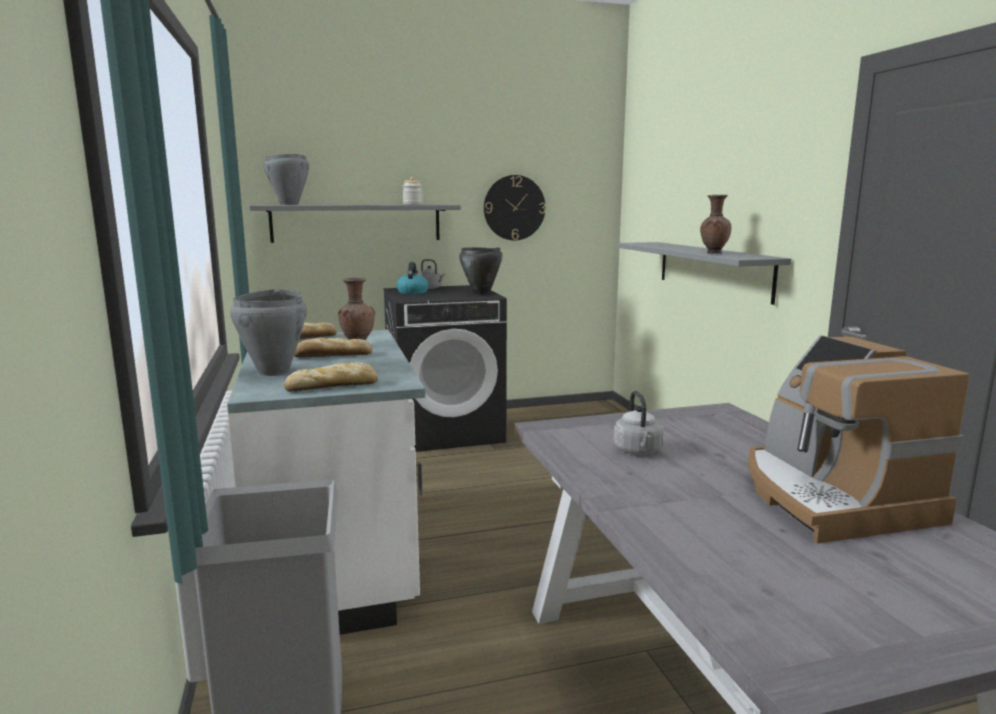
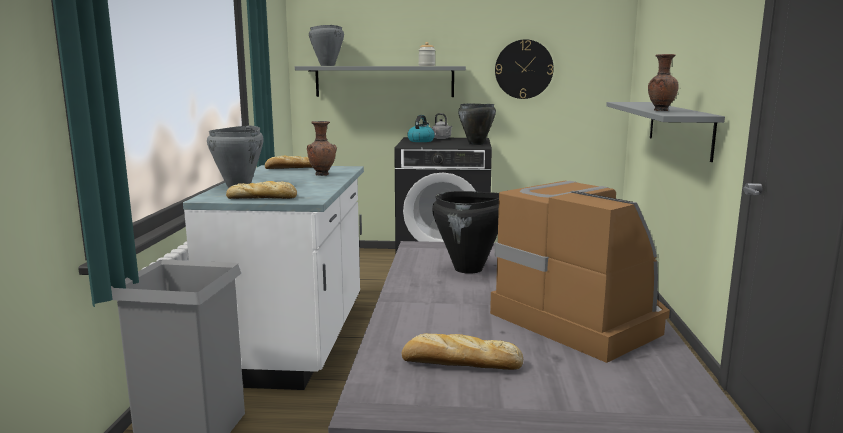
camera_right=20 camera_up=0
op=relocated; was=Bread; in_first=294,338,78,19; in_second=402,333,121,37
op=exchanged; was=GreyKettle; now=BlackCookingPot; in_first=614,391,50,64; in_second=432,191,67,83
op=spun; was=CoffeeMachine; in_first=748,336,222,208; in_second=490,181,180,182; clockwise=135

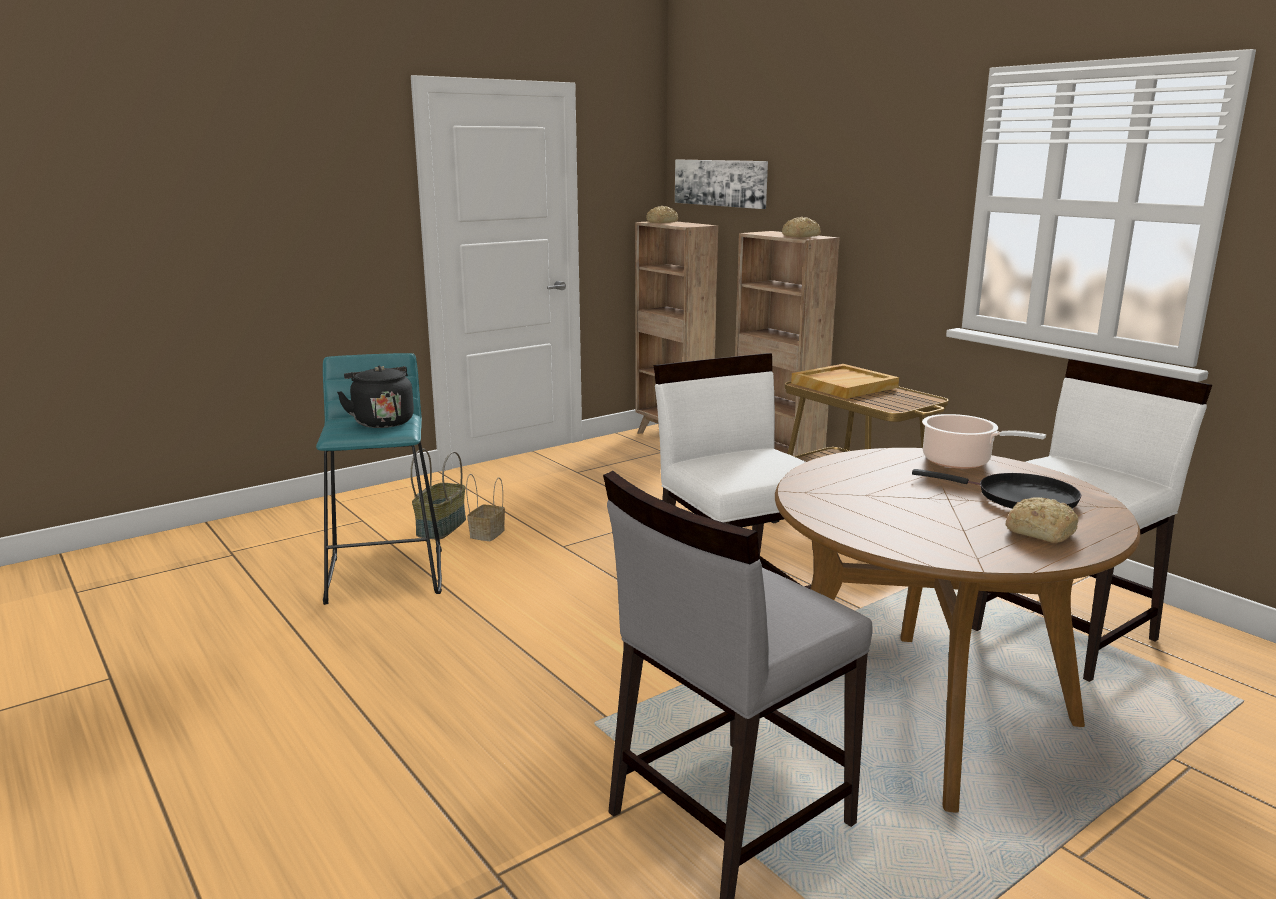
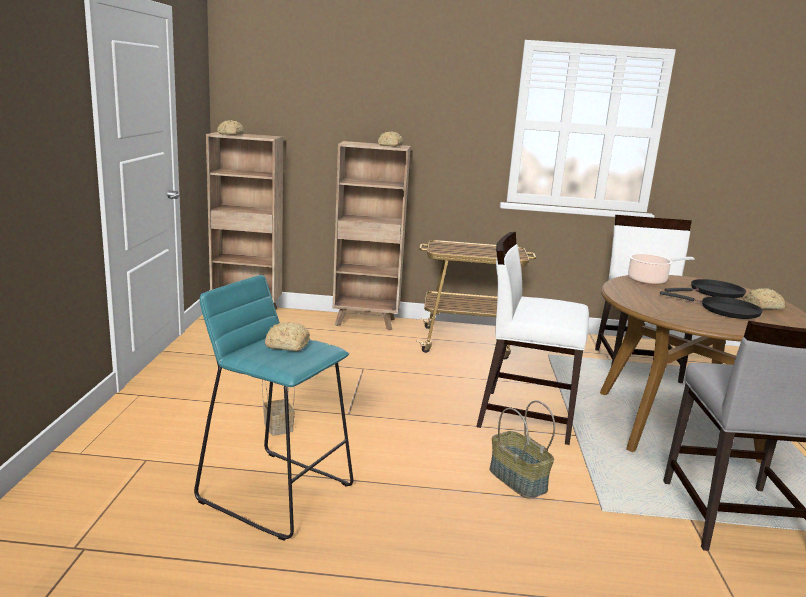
camera_right=-50 camera_up=0
op=missing; was=Picture; in_first=675,160,93,49
op=missing; was=BeigeTray; in_first=791,364,108,35
op=appeared; now=BlackFryingPan; in_second=660,291,103,28
op=relocated; was=Basket; in_first=410,448,56,91; in_second=489,401,66,97
op=exchanged; was=BlackKettle; now=Bread; in_first=337,366,77,62; in_second=265,322,45,29

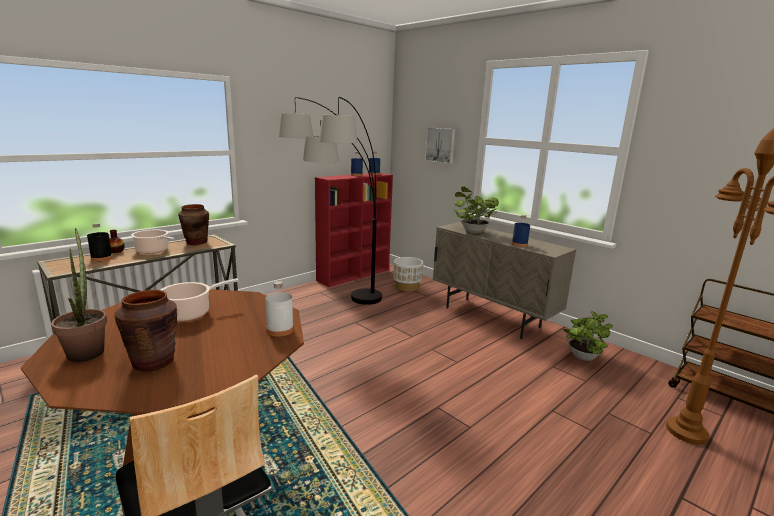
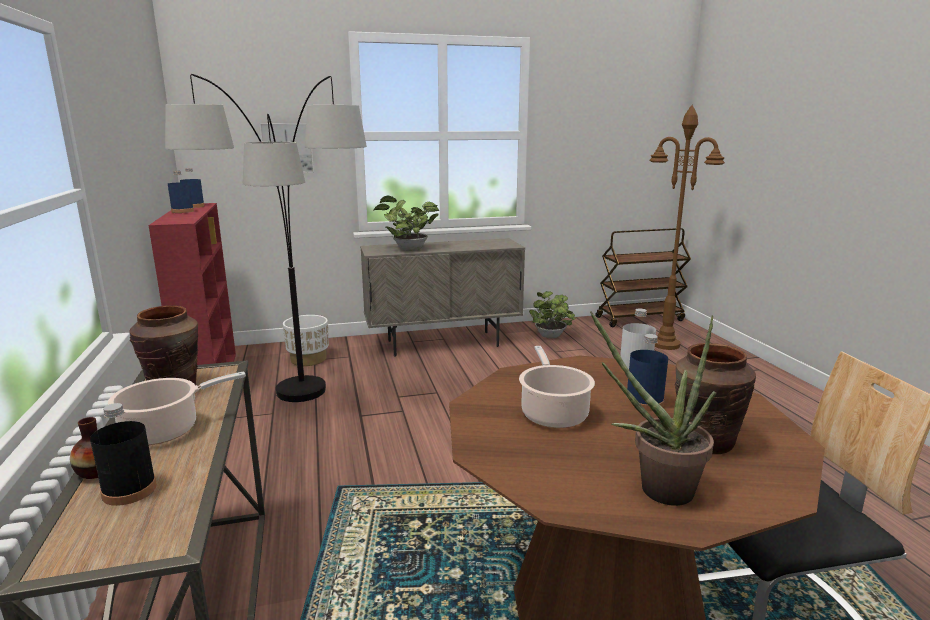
camera_right=-60 camera_up=0
op=relocated; was=BlueBottle; in_first=512,215,18,32; in_second=625,334,43,77

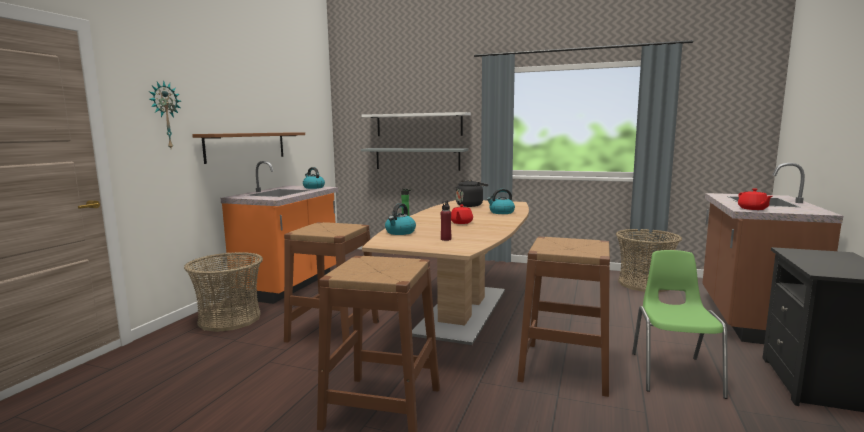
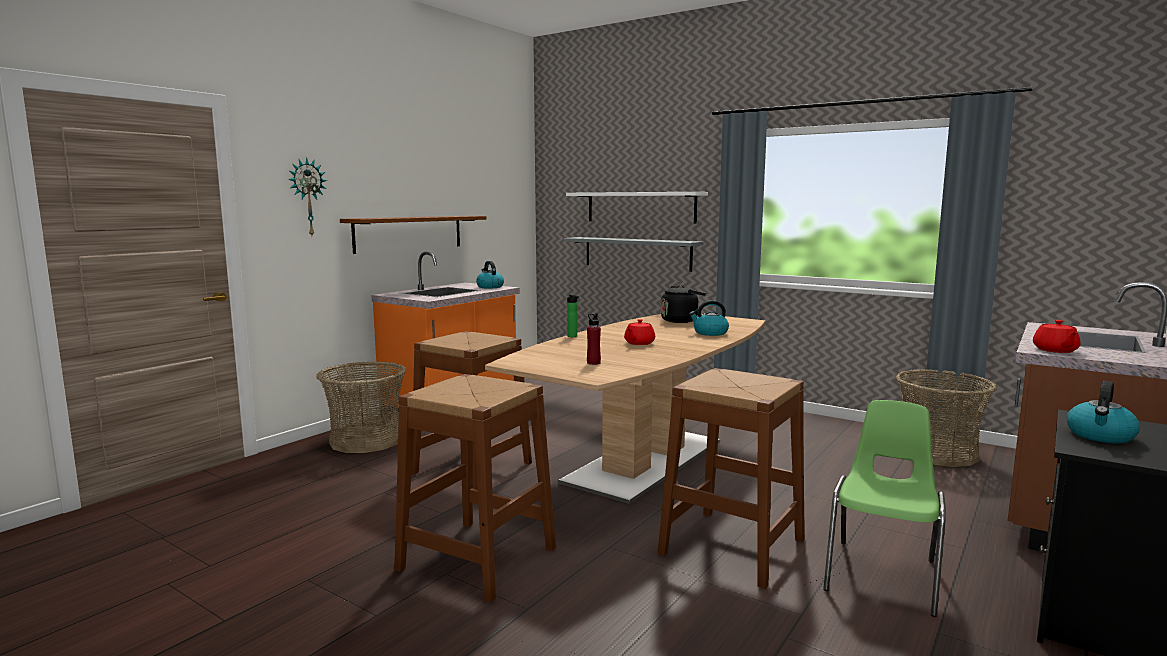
camera_right=15 camera_up=0
op=relocated; was=Kettle; in_first=385,203,31,32; in_second=1067,381,73,62

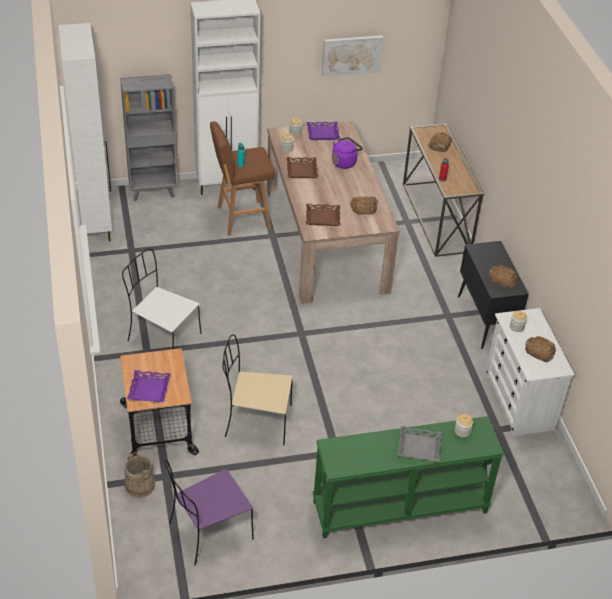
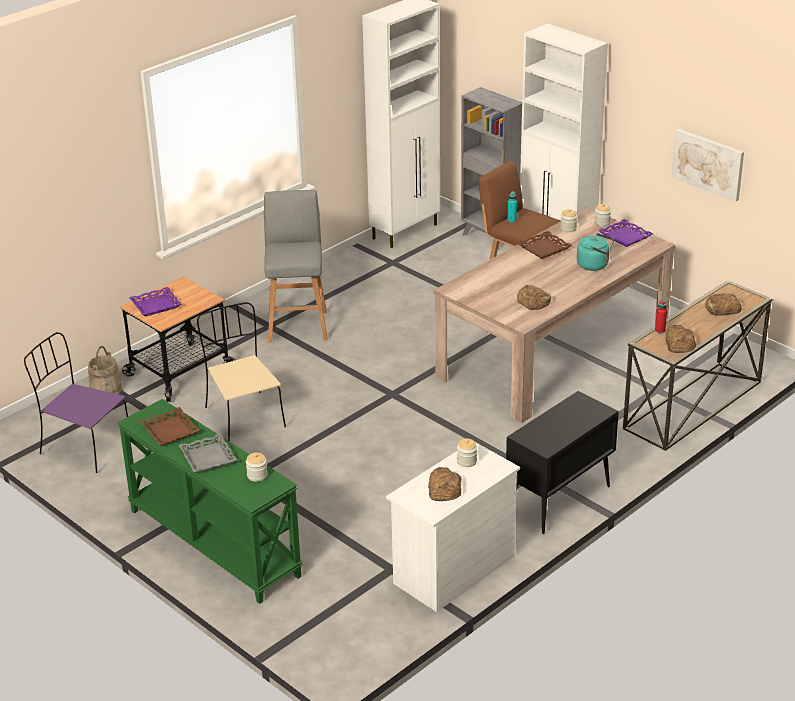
camera_right=60 camera_up=-10
op=relocated; was=BrownTray; in_first=306,204,34,22; in_second=140,407,60,39
op=relocated; was=Bread; in_first=489,265,28,24; in_second=666,325,30,28
op=exchanged; was=WhiteChair; now=GreyStool; in_first=122,248,80,101; in_second=264,190,64,153
op=colour; was=PurpleKettle; now=TurquoiseKettle; in_first=332,137,31,32; in_second=577,233,37,38

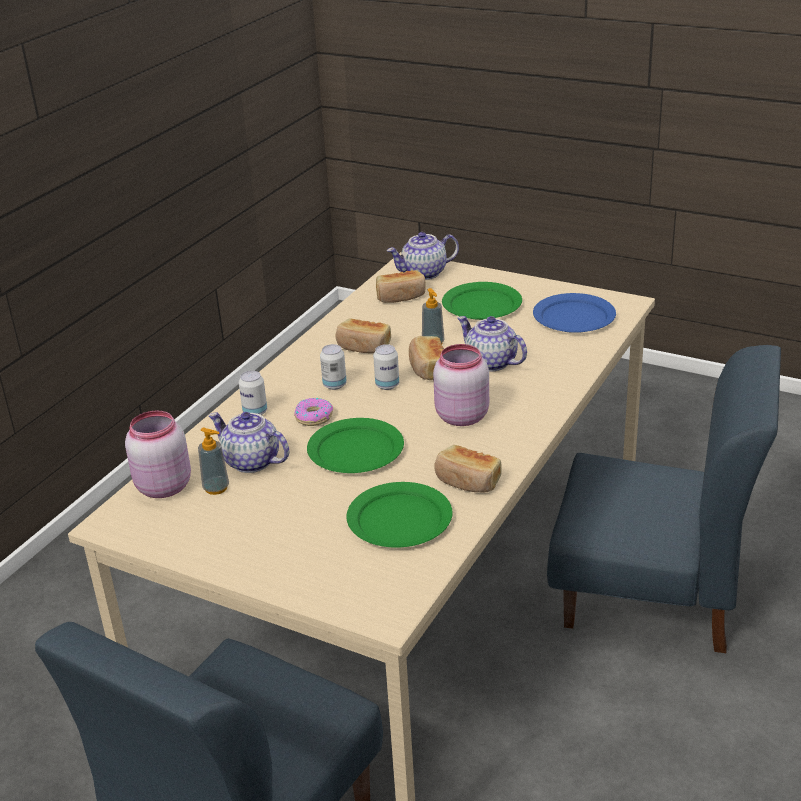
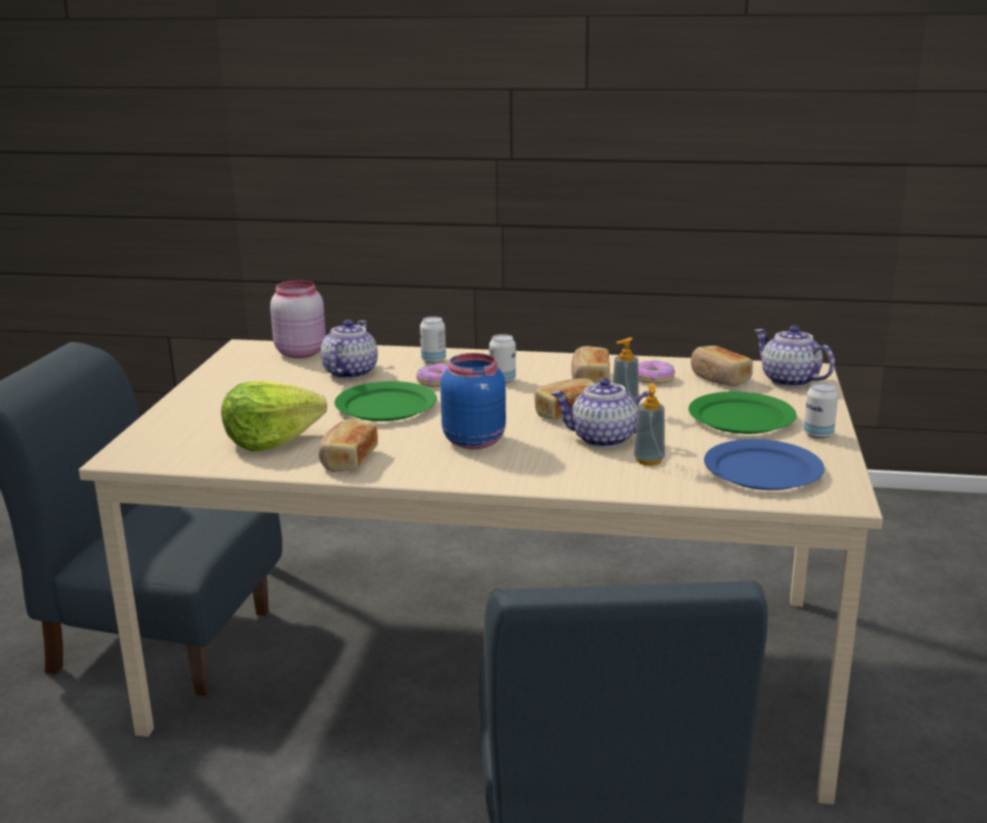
camera_right=70 camera_up=-10
op=appeared; now=Donut; in_second=638,360,37,24
op=relocated; was=SoapDispenser; in_first=198,428,31,67; in_second=634,383,31,83
op=relocated; was=Can; in_first=373,344,26,46; in_second=804,382,34,57
op=exchanged; was=GreenPlate; now=Lettuce; in_first=347,482,106,66; in_second=221,381,106,71
op=colour; was=PinkJar; now=BlueJar; in_first=433,344,56,82; in_second=440,353,66,96
op=spun; was=Teapot; in_first=457,316,70,55; in_second=550,378,108,70; clockwise=-105

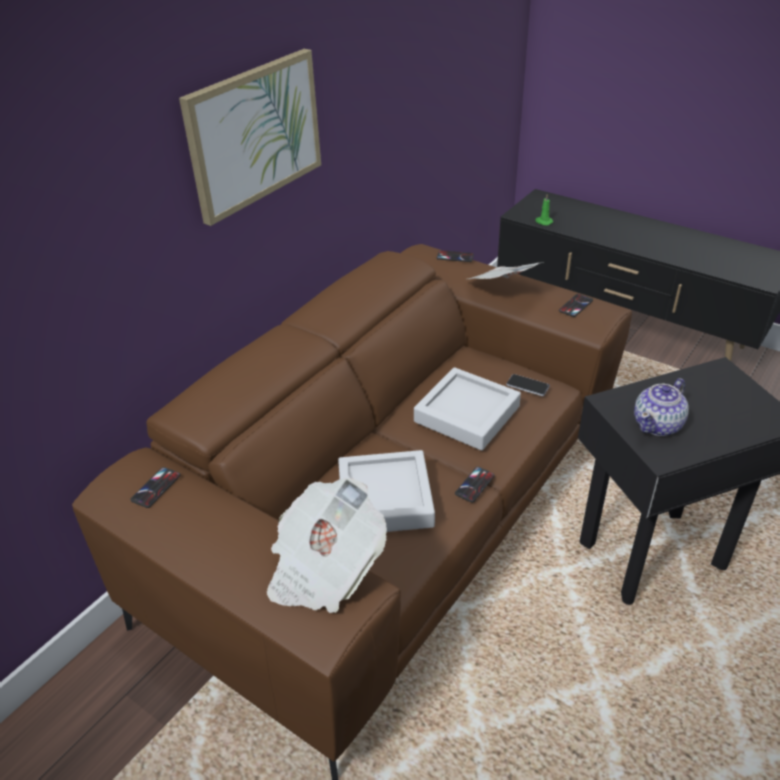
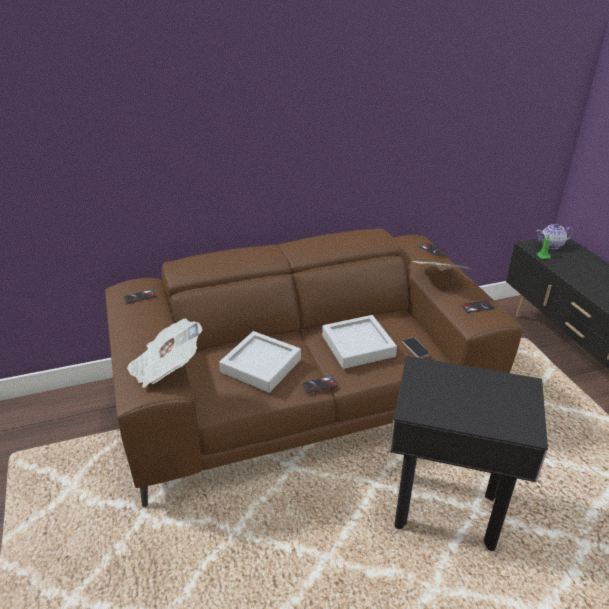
camera_right=35 camera_up=-5
op=missing; was=Picture; in_first=179,49,142,177
op=relocated; was=Teapot; in_first=634,378,55,58; in_second=536,223,37,26

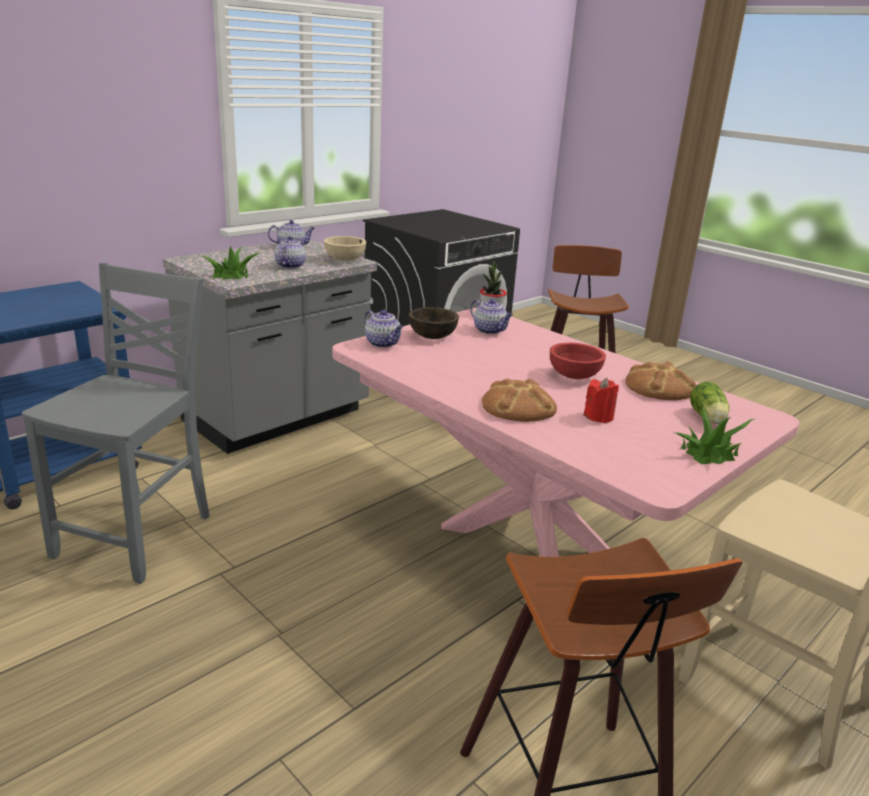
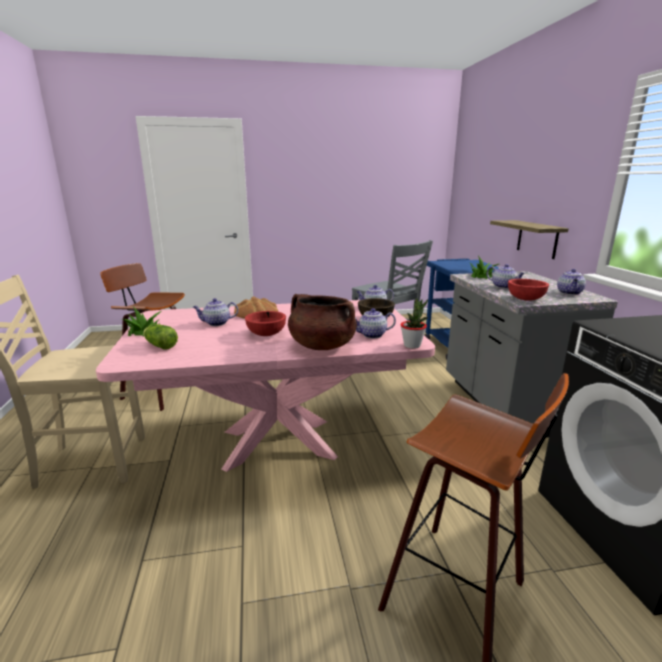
camera_right=125 camera_up=-5
op=missing; was=Bread; in_first=625,361,72,39
op=appeared; now=BrownCookingPot; in_second=288,294,69,56
op=appeared; now=Shelf; in_second=490,220,79,39
op=exchanged; was=RedCandle; now=Teapot; in_first=584,378,35,45; in_second=193,298,45,28
op=colour; was=BeigeBowl; now=RedBowl; in_first=324,236,42,25; in_second=508,279,41,22

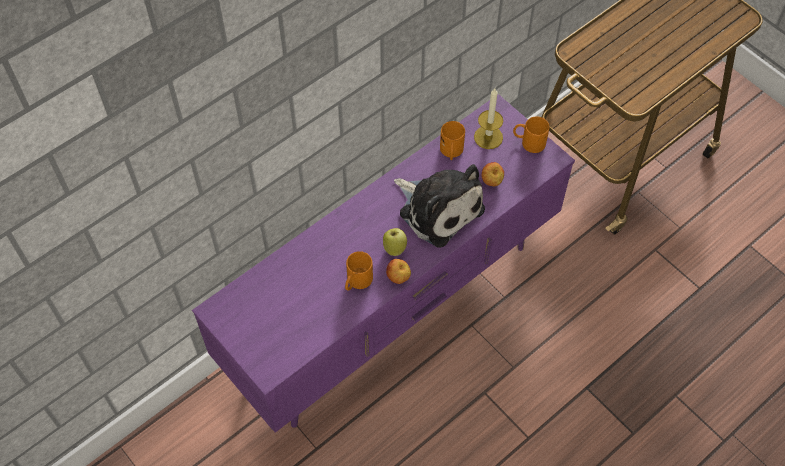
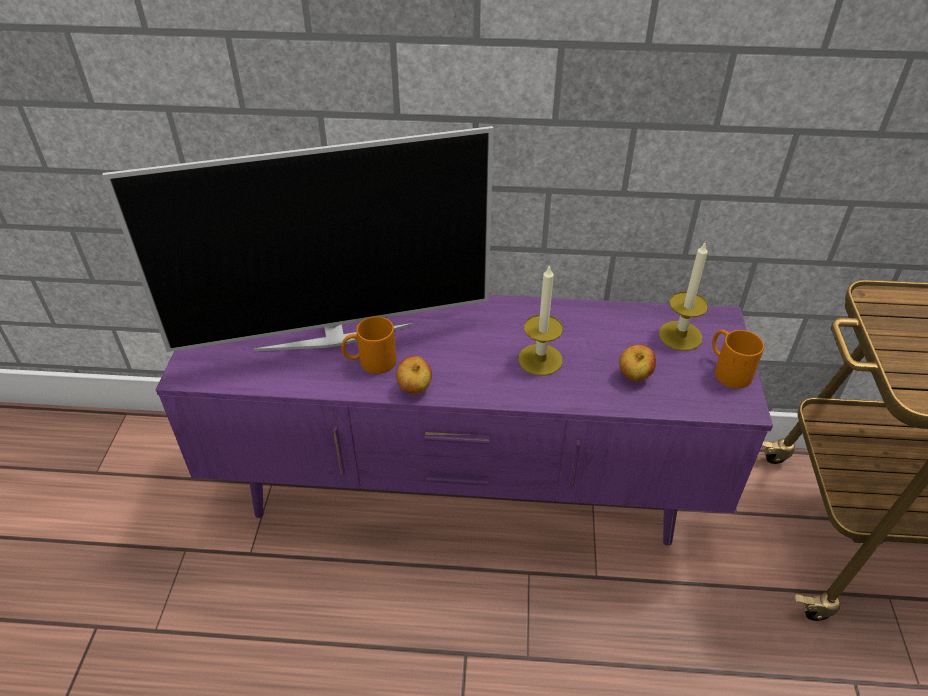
camera_right=45 camera_up=-15
op=missing; was=Apple; in_first=383,228,24,28
op=missing; was=OrangeMug; in_first=440,121,25,39
op=appeared; now=Television; in_second=103,126,391,226
op=exchanged; was=PlushToy; now=Candle; in_first=394,164,91,84; in_second=518,264,45,112

